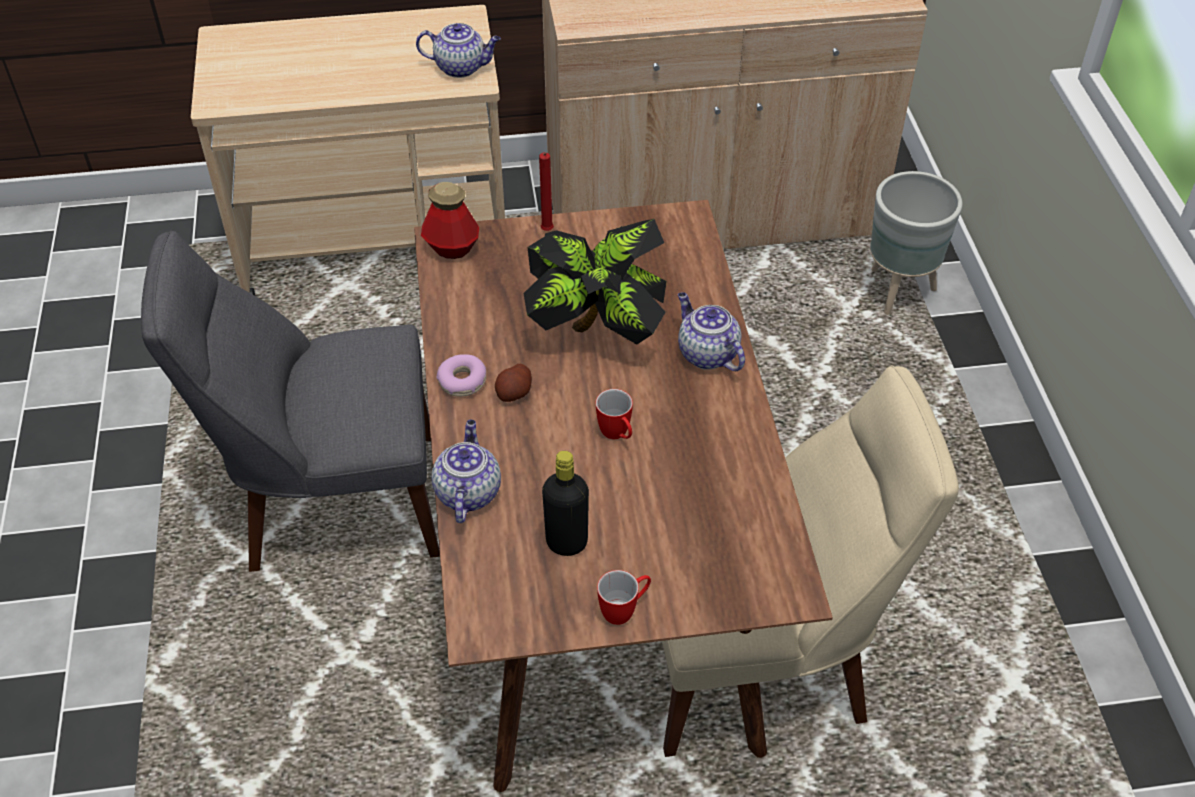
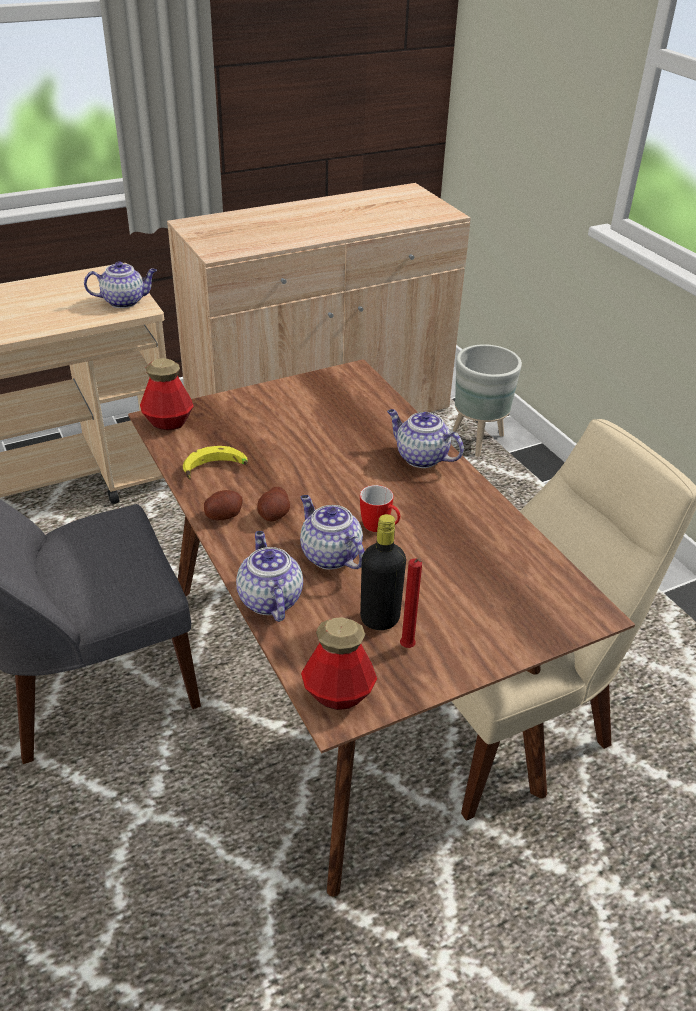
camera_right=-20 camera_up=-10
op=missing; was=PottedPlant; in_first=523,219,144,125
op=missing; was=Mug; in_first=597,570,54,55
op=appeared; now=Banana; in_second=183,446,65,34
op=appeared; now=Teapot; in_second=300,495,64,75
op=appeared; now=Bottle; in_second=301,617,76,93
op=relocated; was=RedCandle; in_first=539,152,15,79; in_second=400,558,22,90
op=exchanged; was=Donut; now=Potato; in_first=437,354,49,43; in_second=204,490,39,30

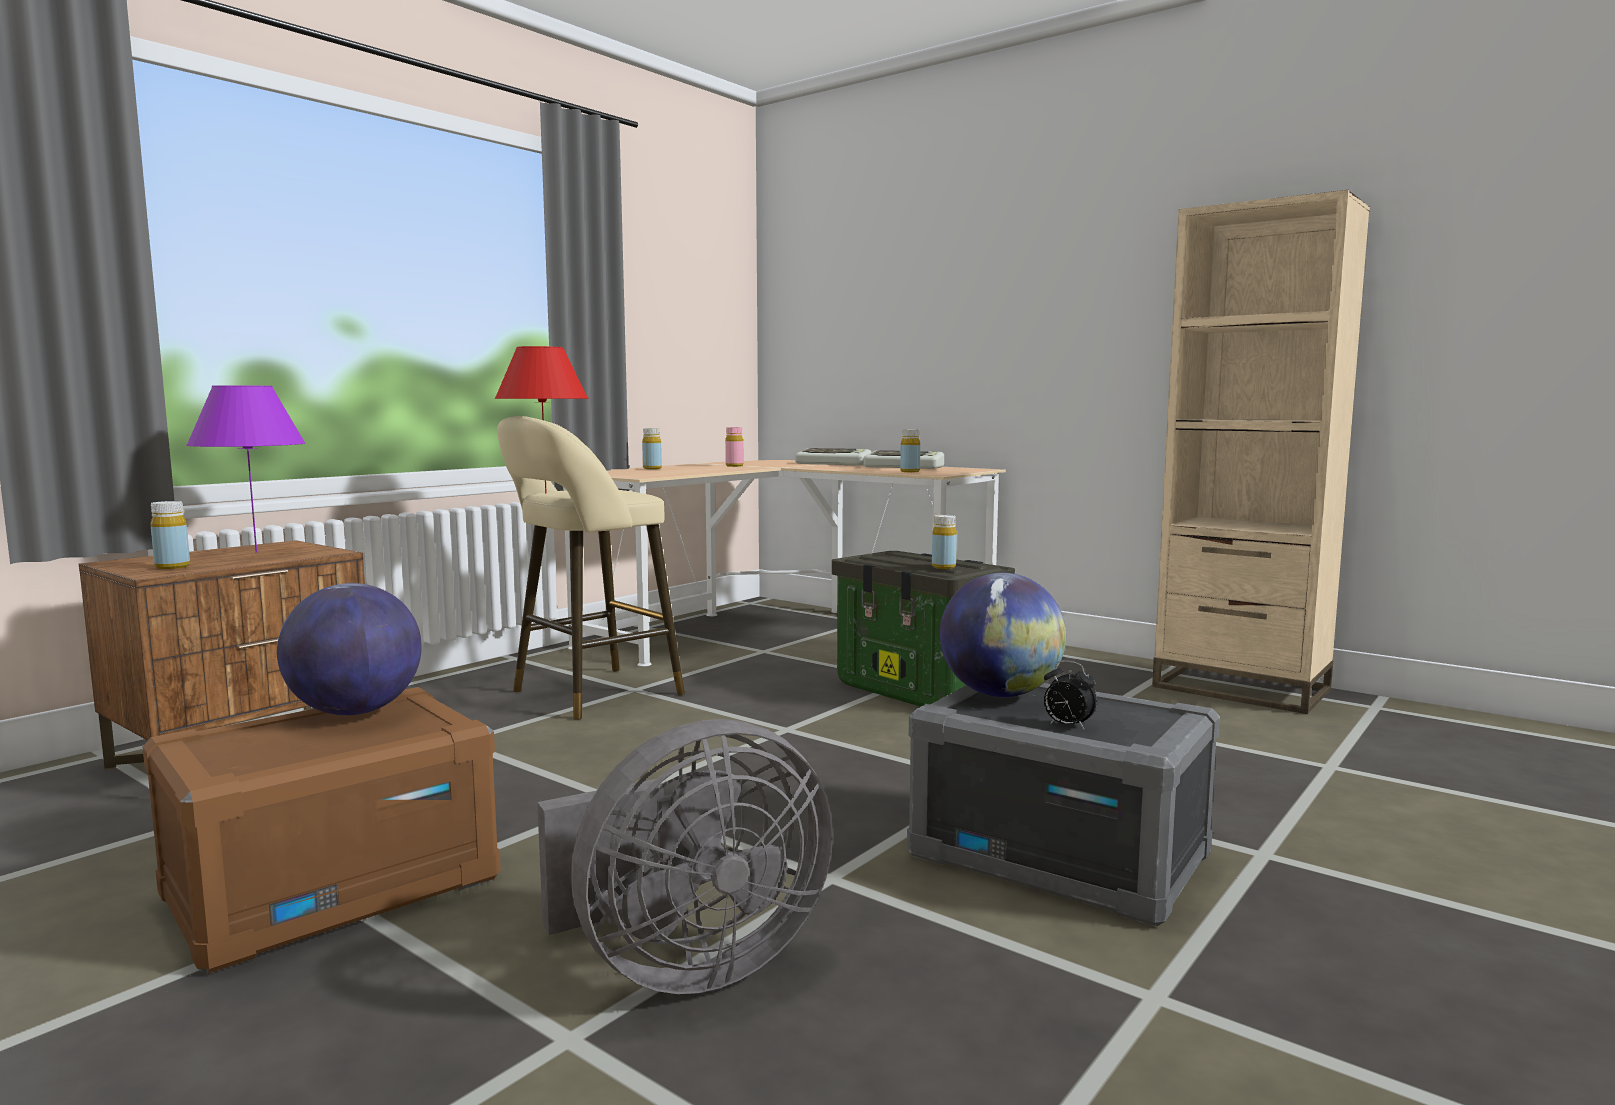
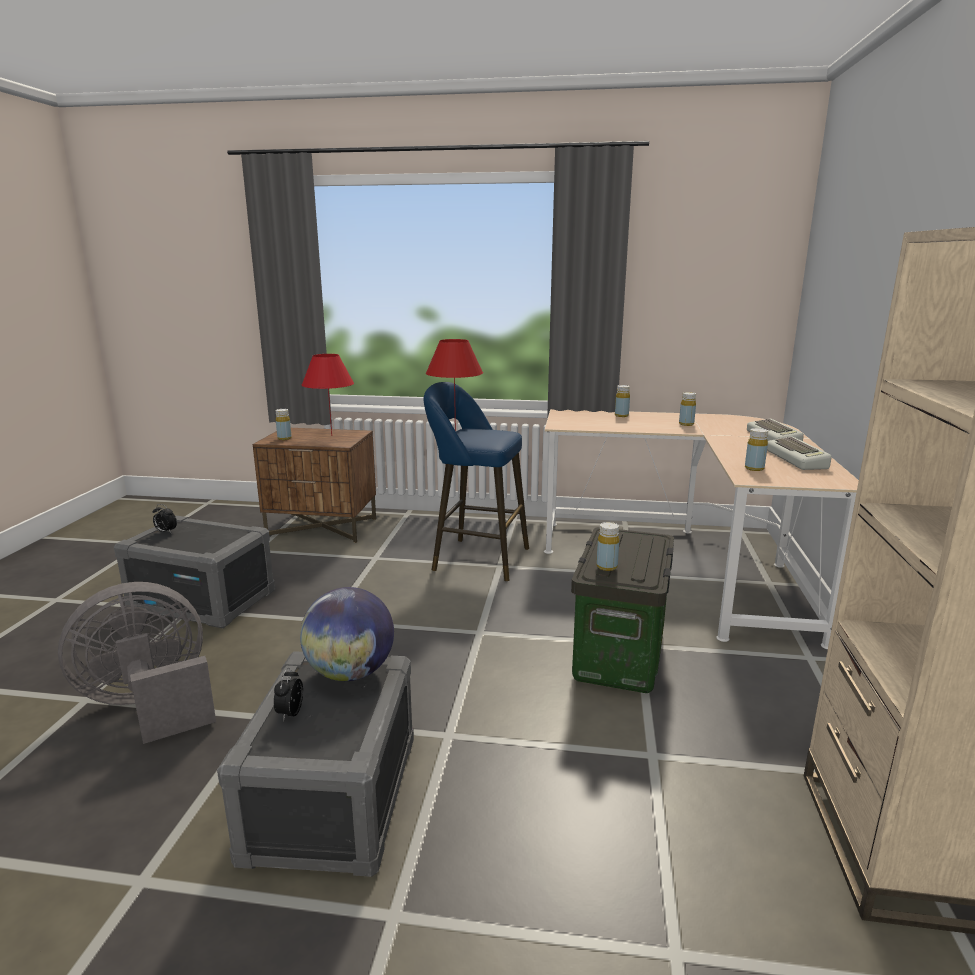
camera_right=60 camera_up=10
op=missing; was=Globe; in_first=277,583,145,132
op=appeared; now=AlarmClock; in_second=152,504,25,28
op=colour; was=BrownStorageBox; now=GreyStorageBox; in_first=143,687,358,286; in_second=114,515,161,113
op=colour; was=PurpleTableLamp; now=RedTableLamp; in_first=186,385,119,167; in_second=302,354,52,81
op=colour; was=BeigeStool; now=BlueStool; in_first=497,416,188,304; in_second=424,382,105,199
op=colour; was=PinkBottle; now=YellowBottle; in_first=725,427,19,40; in_second=679,392,17,34
op=spun; was=GreyFan; in_first=537,719,296,275; in_second=58,582,158,162; clockwise=120

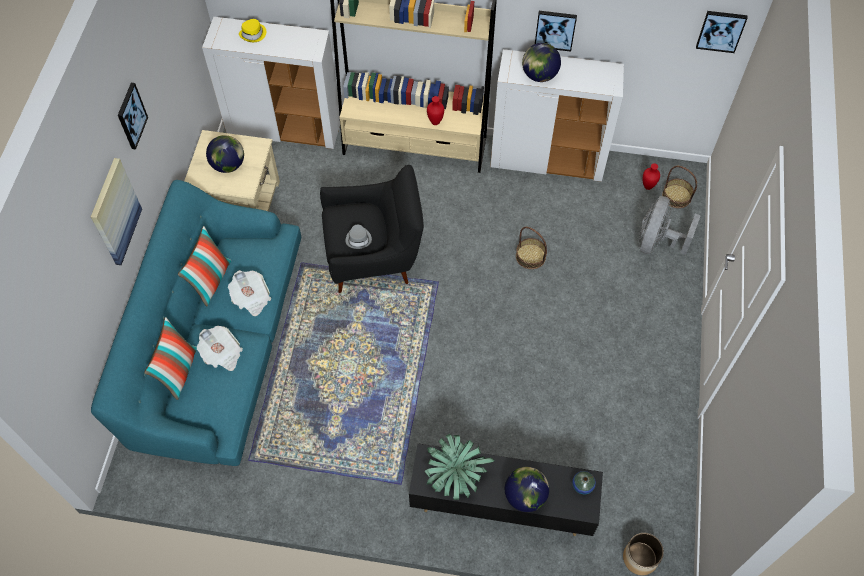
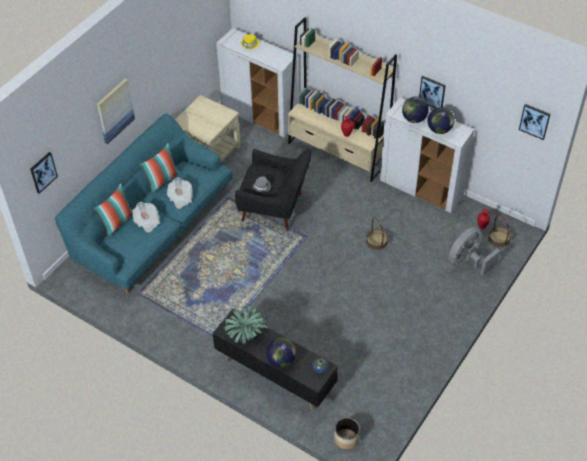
camera_right=25 camera_up=-10
op=relocated; was=Picture; in_first=118,83,30,66; in_second=30,152,28,42
op=relocated; was=Globe; in_first=206,135,38,38; in_second=428,107,26,27

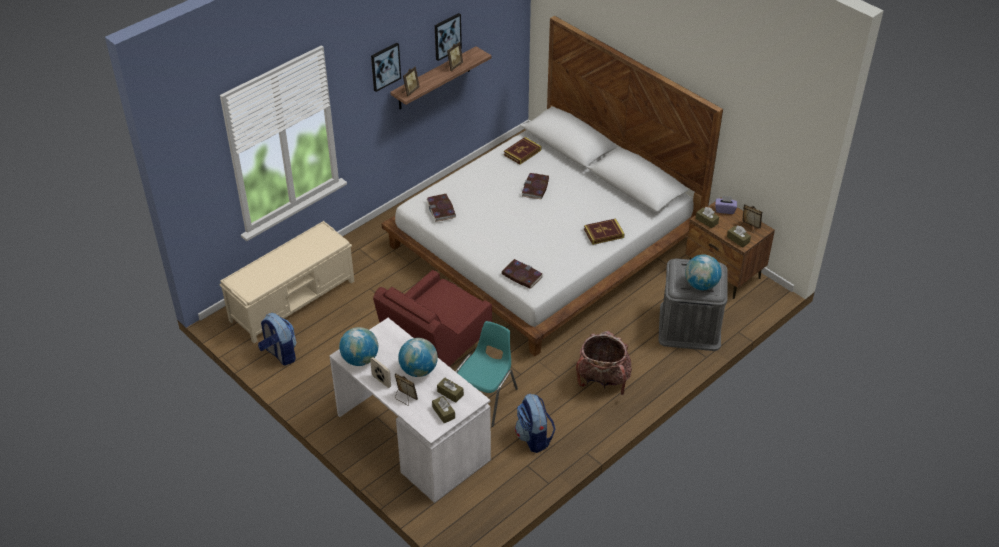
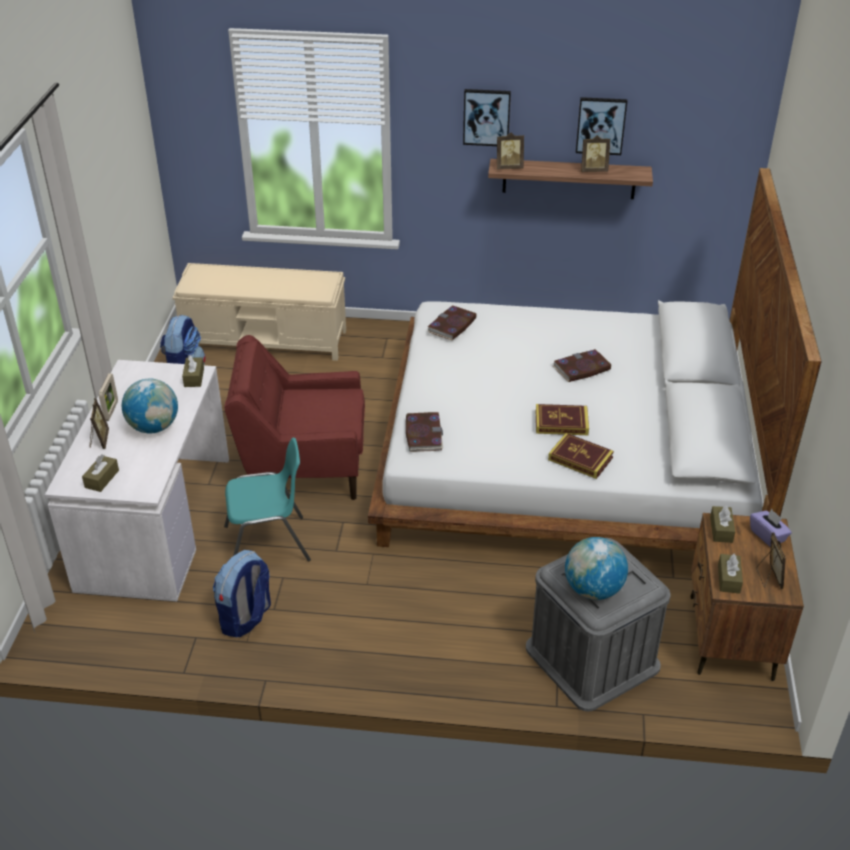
camera_right=50 camera_up=-5
op=missing; was=Globe; in_first=339,327,39,39
op=missing; was=Backpack; in_first=576,331,56,64
op=relocated; was=BrownTissueBox; in_first=437,378,27,25; in_second=182,355,22,32
op=relocated; was=Book; in_first=504,137,37,28; in_second=536,404,53,31

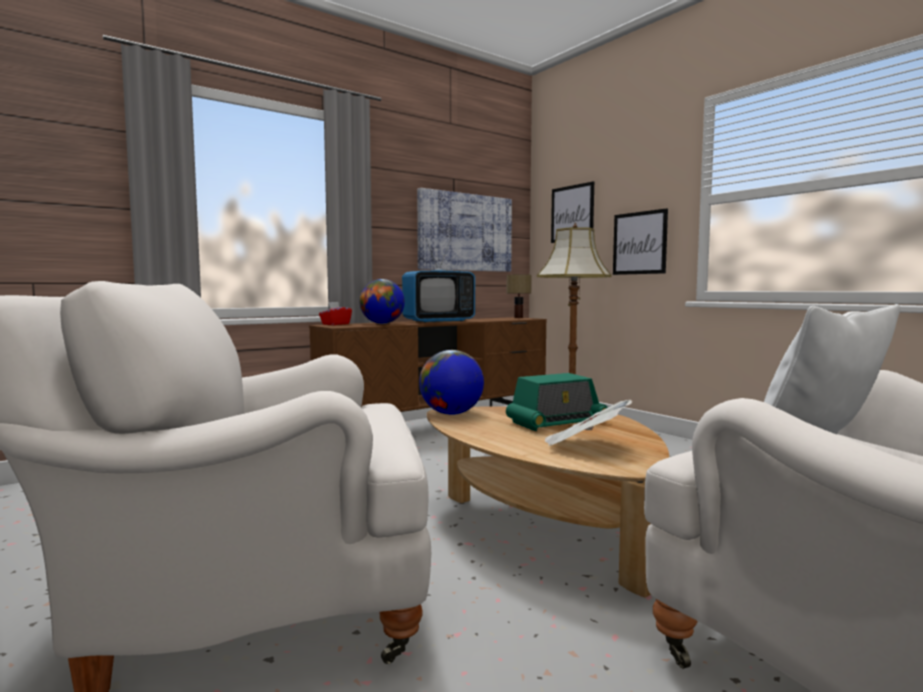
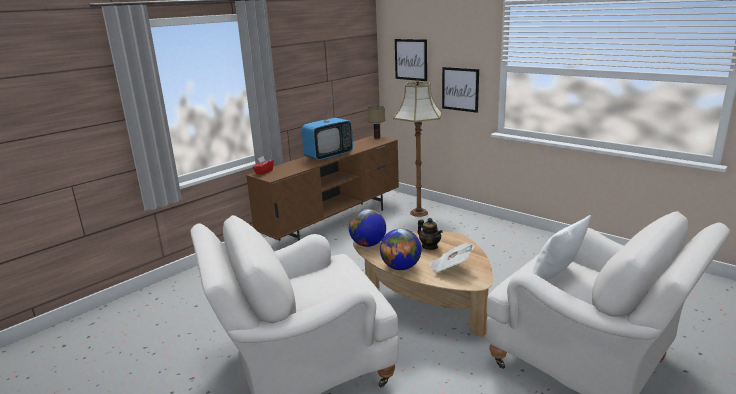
camera_right=-10 camera_up=15
op=missing; was=Picture; in_first=417,188,95,84
op=relocated; was=Globe; in_first=360,279,45,45; in_second=380,229,41,41
op=exchanged; was=Radio; now=Teapot; in_first=506,373,102,58; in_second=418,218,25,32

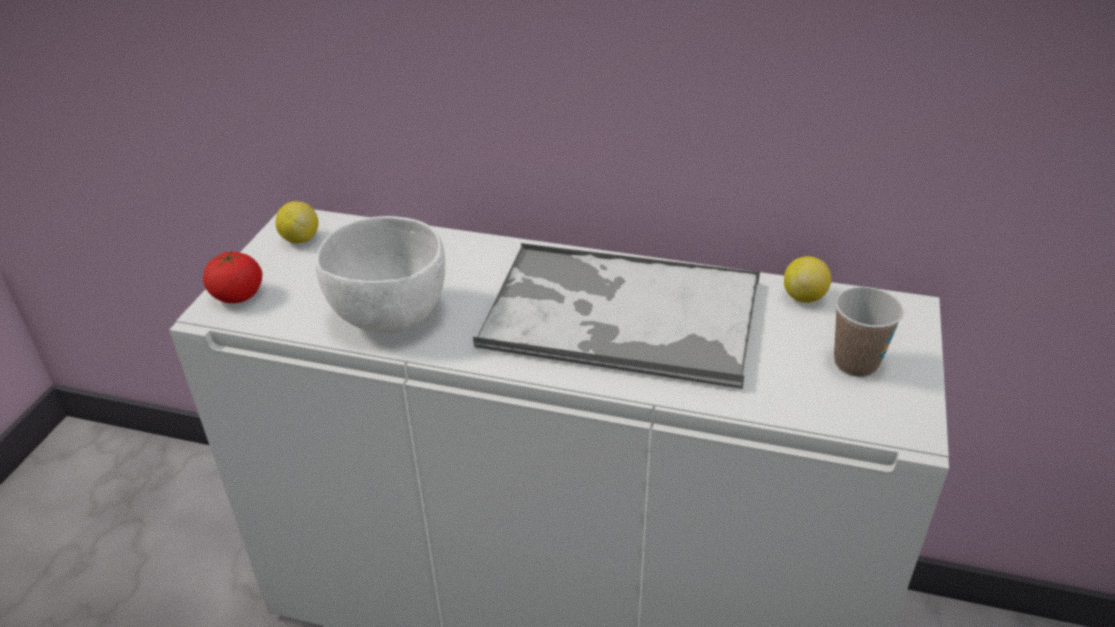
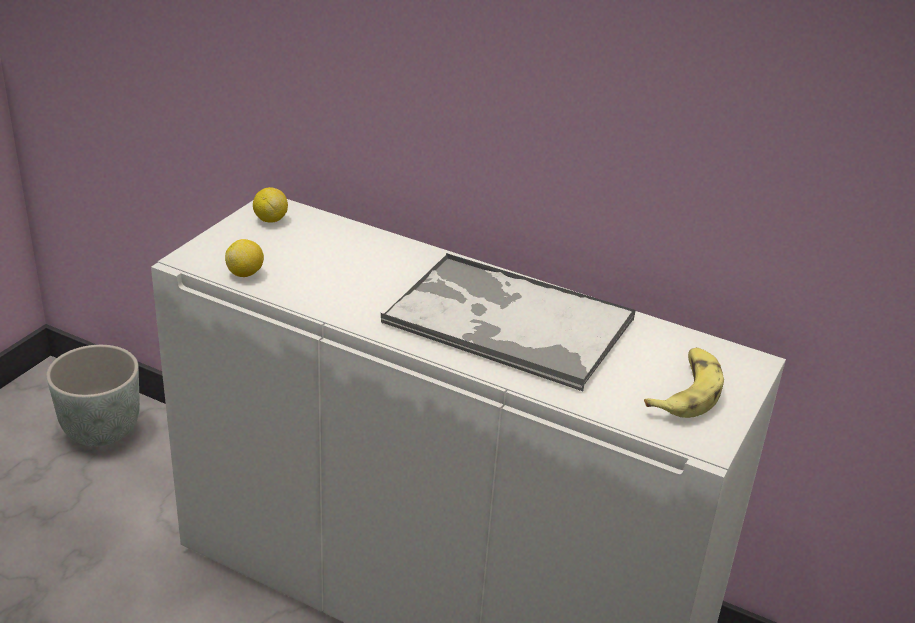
camera_right=10 camera_up=-5
op=missing; was=Tomato; in_first=203,251,59,52
op=missing; was=WhiteBowl; in_first=315,216,130,117
op=appeared; now=GreyPlanter; in_second=46,345,94,101
op=relocated; was=Lemon; in_first=784,256,47,47; in_second=225,239,39,38
op=exchanged; was=Cup; now=Banana; in_first=834,287,70,90; in_second=644,348,80,70

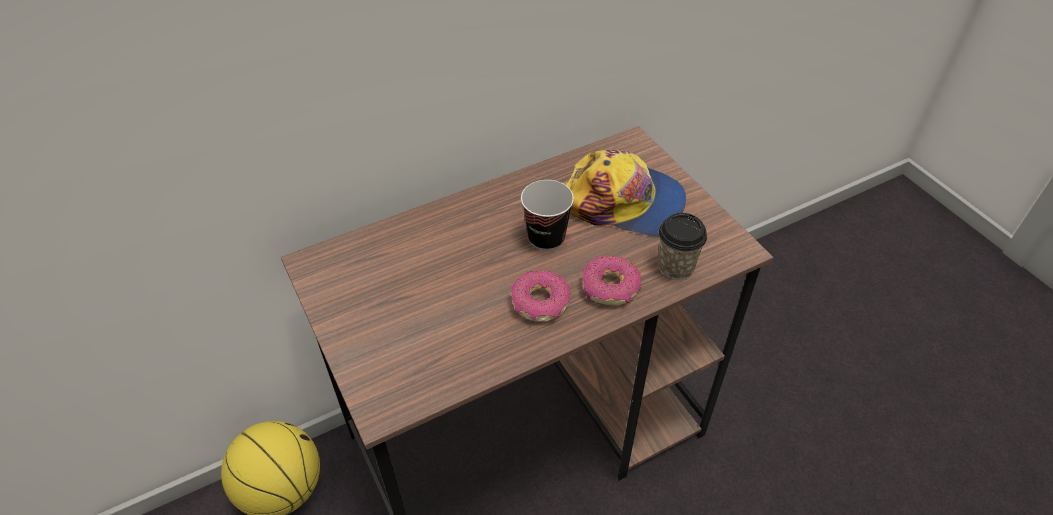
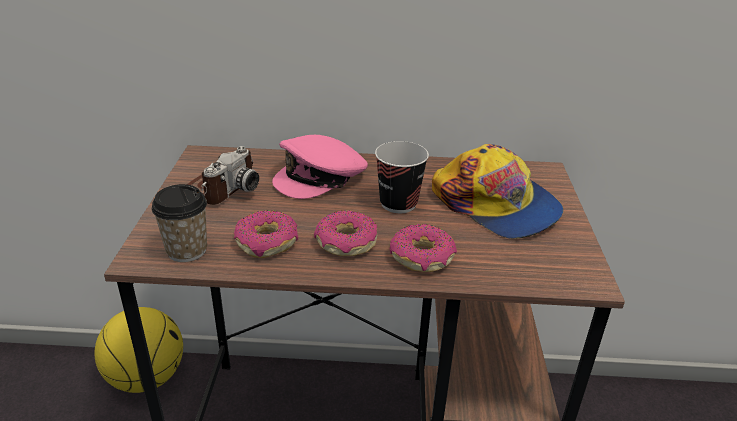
camera_right=30 camera_up=-15
op=appeared; now=PhotoCamera; in_second=187,146,72,59
op=appeared; now=Donut; in_second=234,210,64,48
op=appeared; now=PinkCap; in_second=272,135,96,64
op=relocated; was=Cup; in_first=658,213,49,67; in_second=152,184,55,78

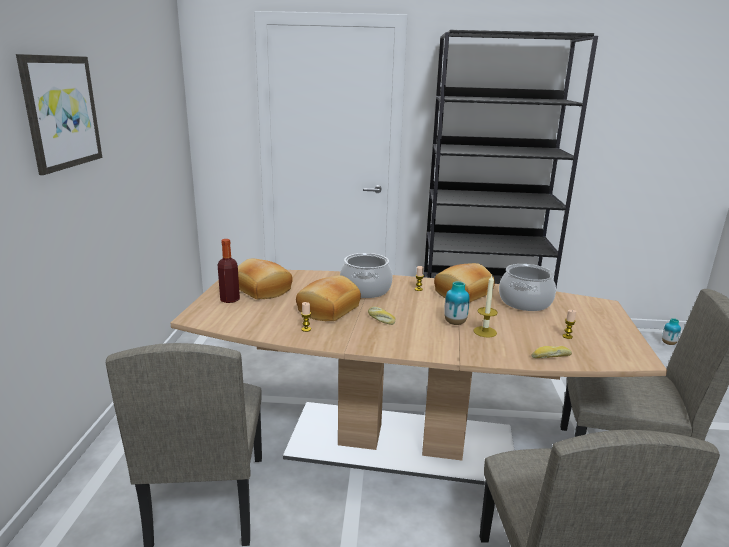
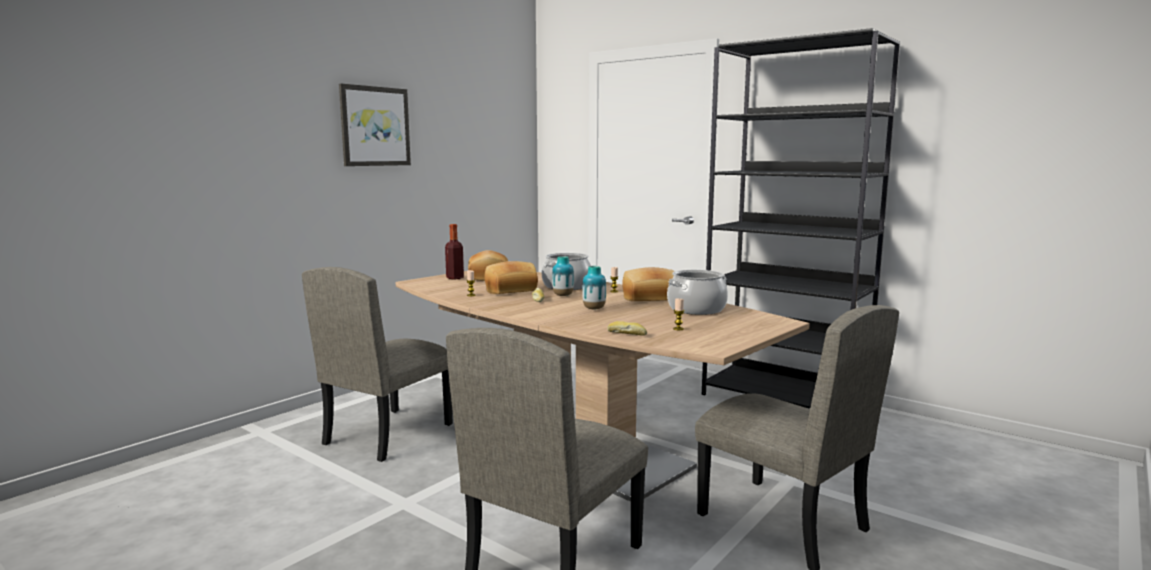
camera_right=35 camera_up=-10
op=missing; was=Candle; in_first=473,275,25,62
op=relocated; was=Vase; in_first=662,318,19,27; in_second=552,256,22,40

